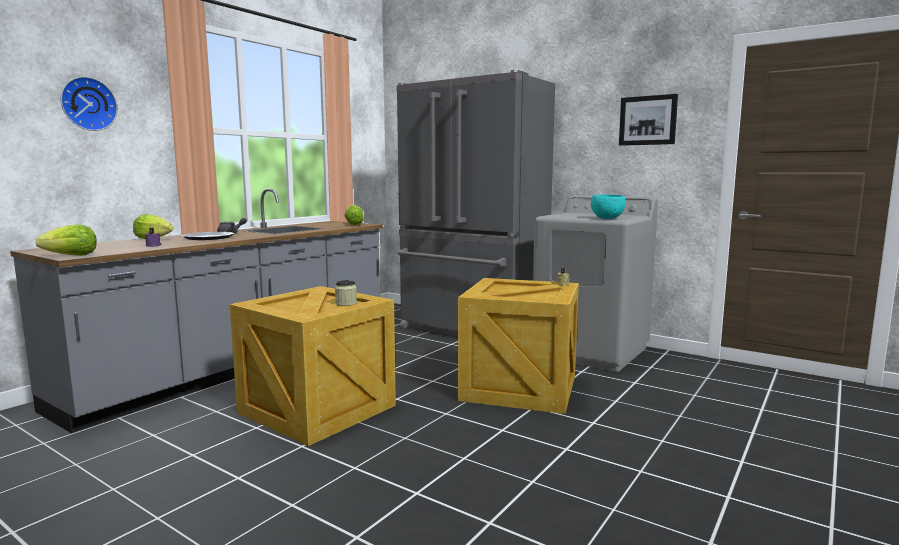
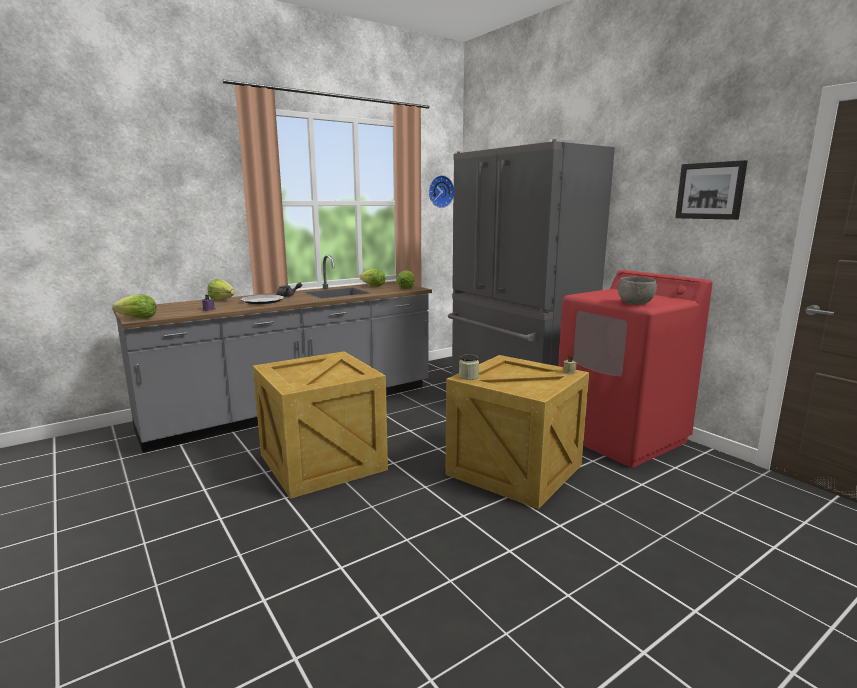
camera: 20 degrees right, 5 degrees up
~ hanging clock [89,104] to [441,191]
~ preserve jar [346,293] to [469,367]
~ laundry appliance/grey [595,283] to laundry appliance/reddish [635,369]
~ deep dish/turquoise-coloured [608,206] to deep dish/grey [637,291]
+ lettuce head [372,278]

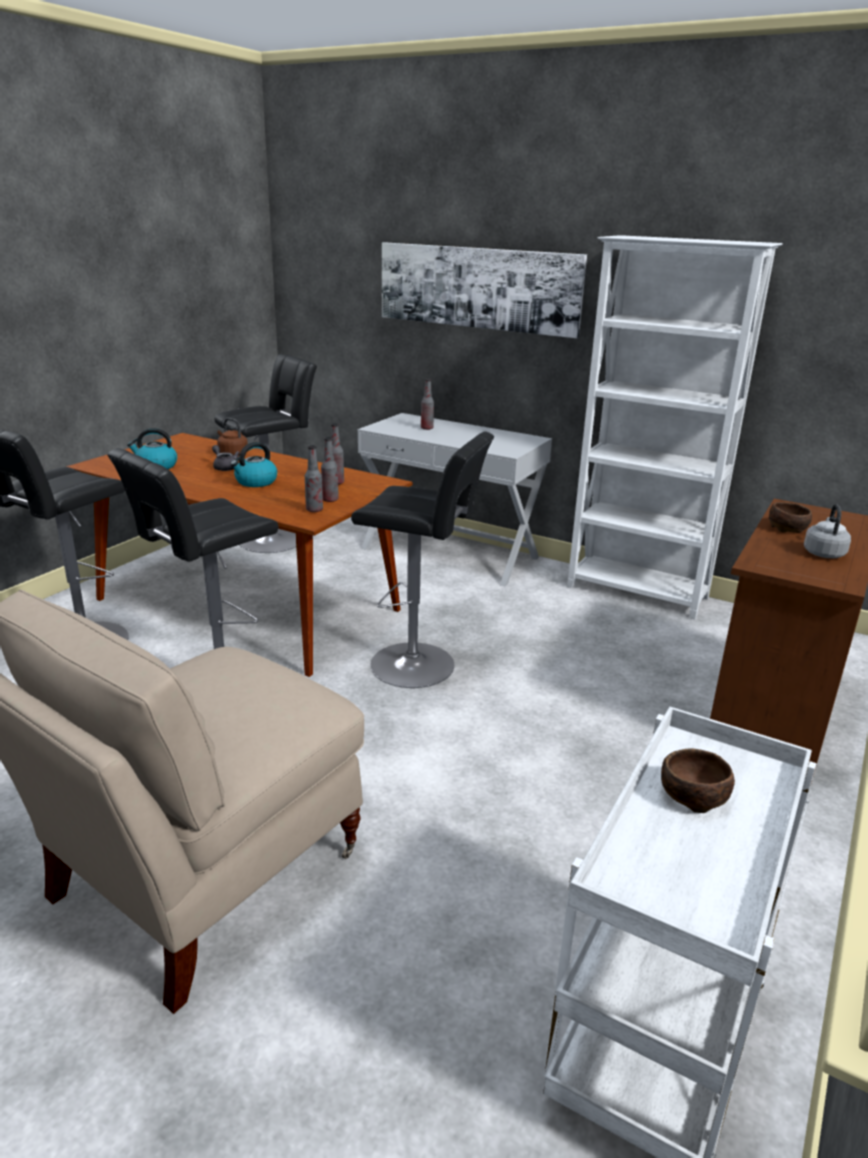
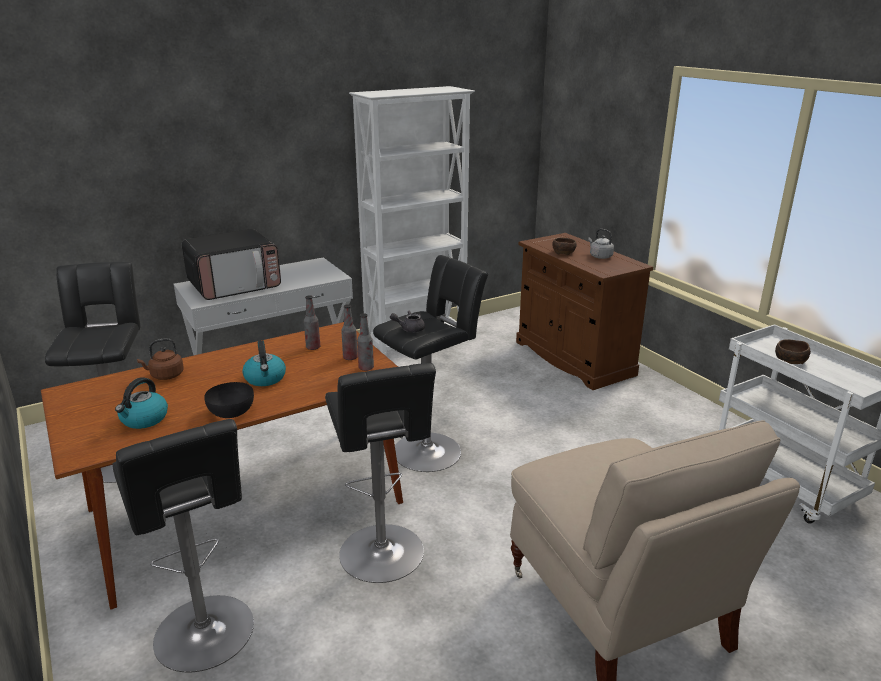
camera: 60 degrees left, 0 degrees up
~ teapot/grey [226,458] to [407,321]
- wall art [484,290]
~ beverage bottle [427,404] to kitchen microwave [231,264]
+ deep dish/black-coloured [229,400]

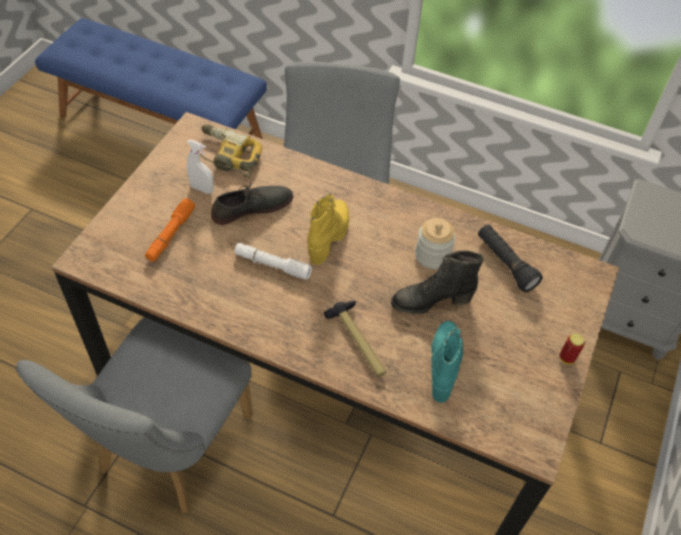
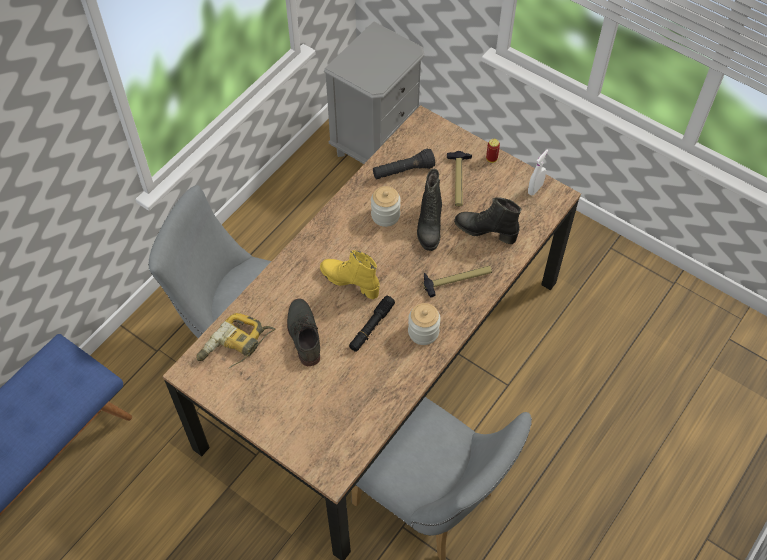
camera: 75 degrees left, 5 degrees up
- torch/orange-coloured [170,230]
~ sprayer/white [200,167] to [538,172]
~ torch/white [273,261] to torch/black-coloured [372,324]
~ high-top boot/turquoise-coloured [447,362] to high-top boot/black-coloured [487,220]
+ preserve jar [424,324]
+ tool hammer [459,178]

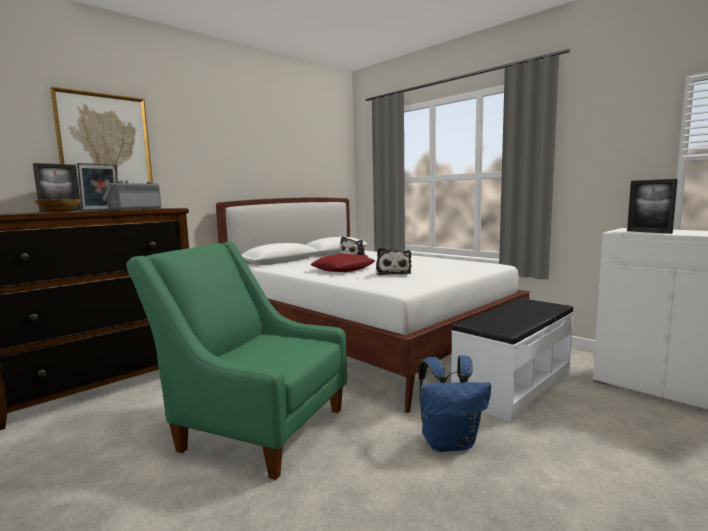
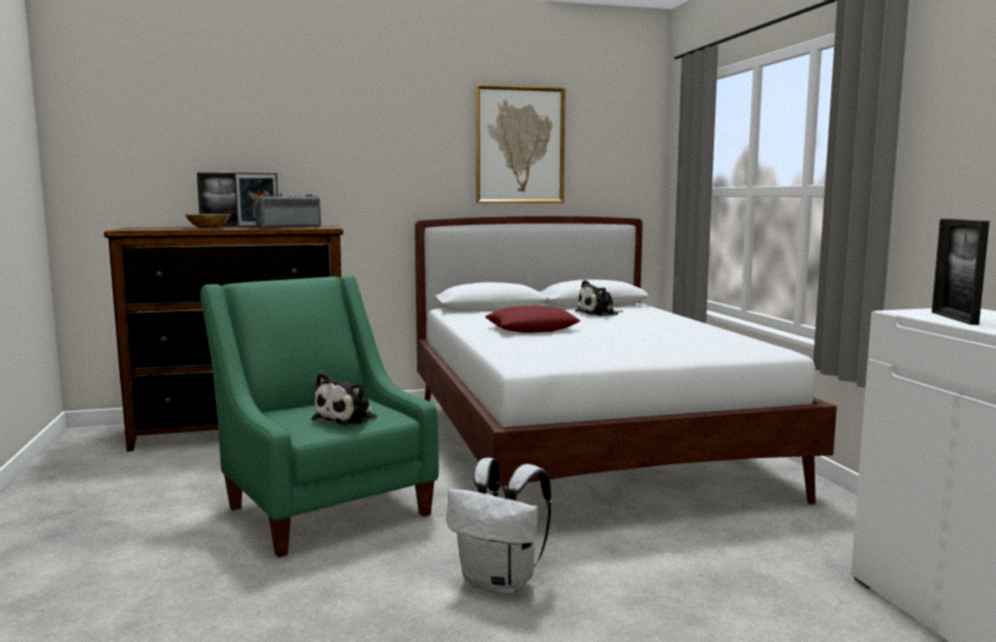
camera: 30 degrees right, 0 degrees up
~ wall art [101,140] to [520,144]
~ soft toy [394,261] to [344,399]
~ knapsack/blue [454,403] to knapsack/white [499,526]
- bench/white [512,360]

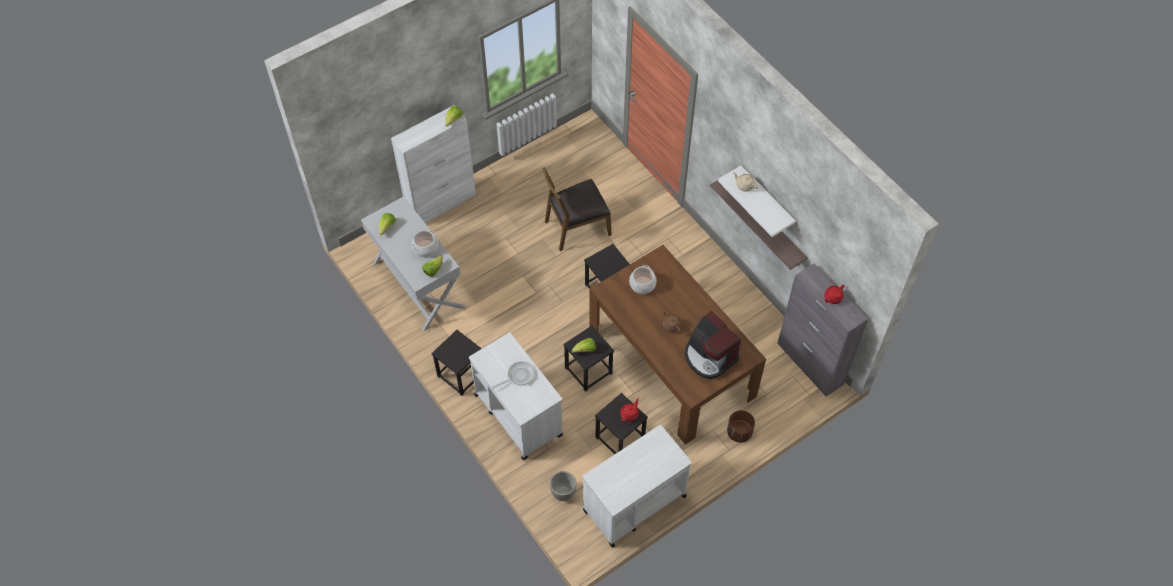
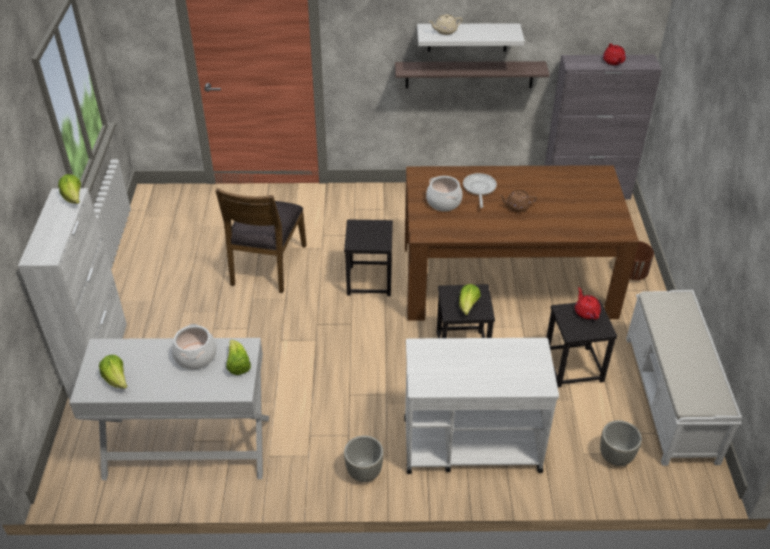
camera: 55 degrees left, 15 degrees down
~ stool seat/black-coloured [457,363] to plant pot/grey [364,458]
~ frying pan [513,375] to [480,190]
~ cart/white [637,486] to bench/white [684,378]
- coffee machine [713,345]

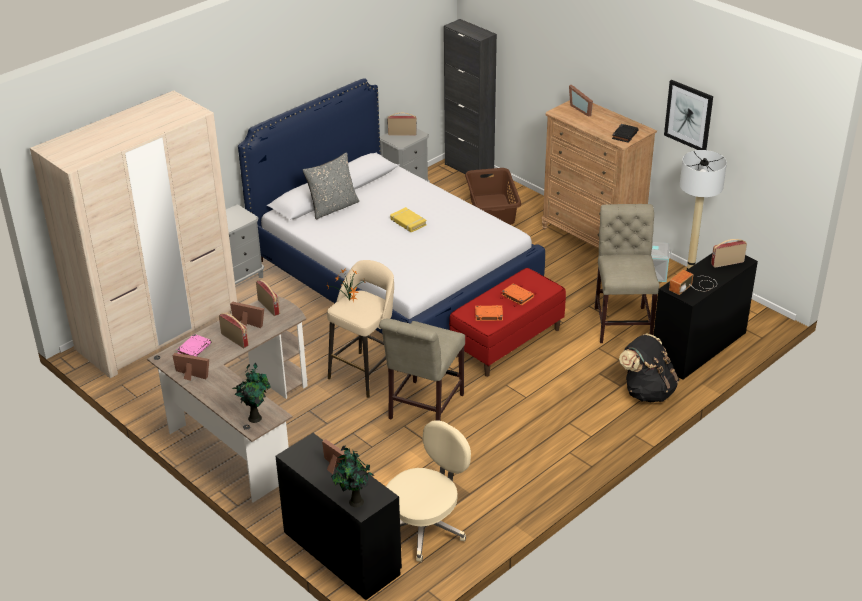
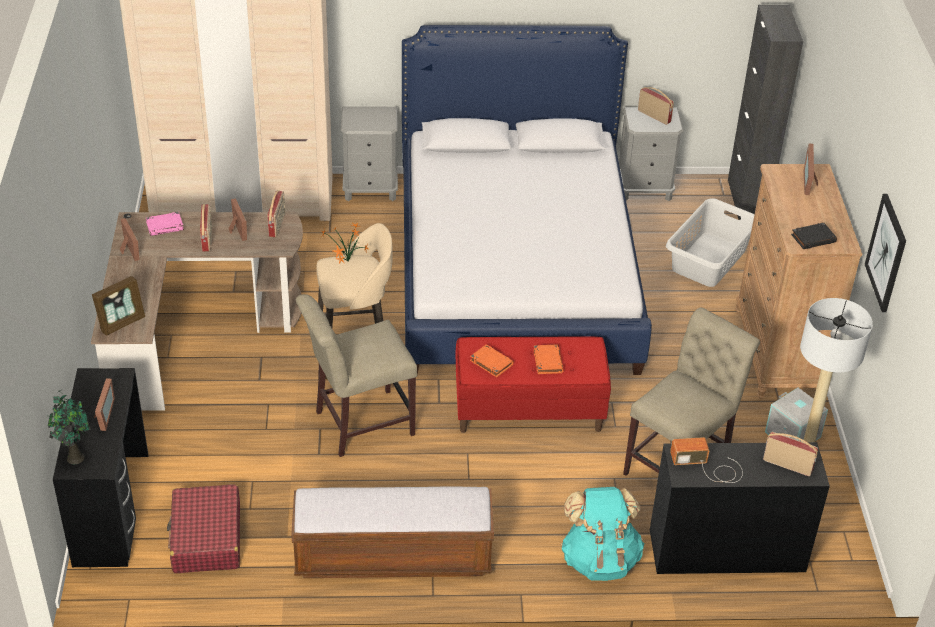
camera: 40 degrees right, 5 degrees up
~ plant in a pot [251,393] to picture frame [118,306]
- cushion/grey [331,186]
~ computer chair/beige-coloured [428,491] to travel case/reddish [203,528]
- volume/yellow-coloured [408,219]
~ washing basket/brownish [493,196] to washing basket/grey [710,242]
~ knapsack/black-coloured [649,367] to knapsack/turquoise-coloured [602,534]
+ bench [392,532]

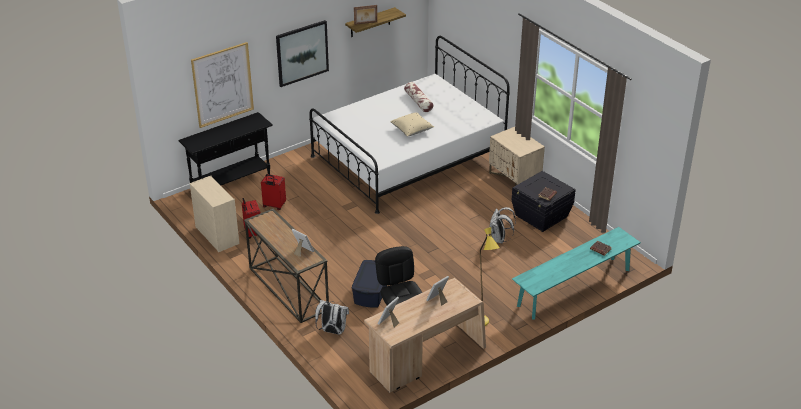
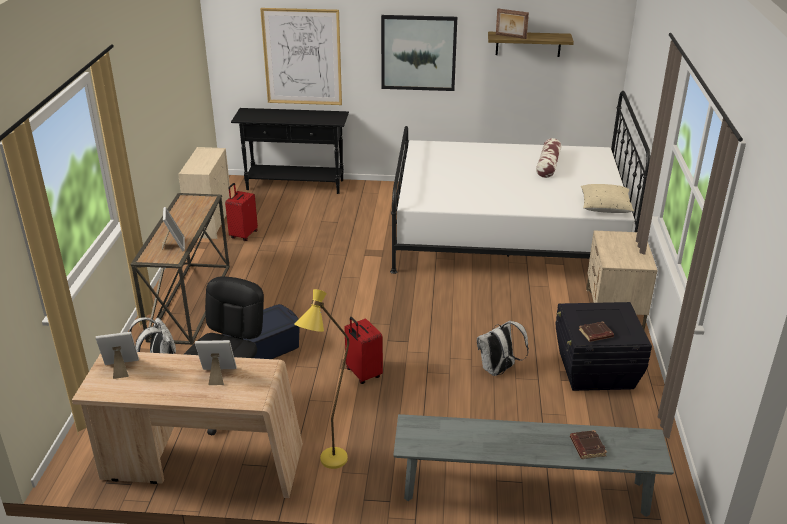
camera: 40 degrees right, 5 degrees down
~ travel case/reddish [273,192] to [363,350]
~ cushion/beige-coloured [412,124] to [607,198]
~ bench/turquoise-coloured [576,273] to bench/grey [533,465]

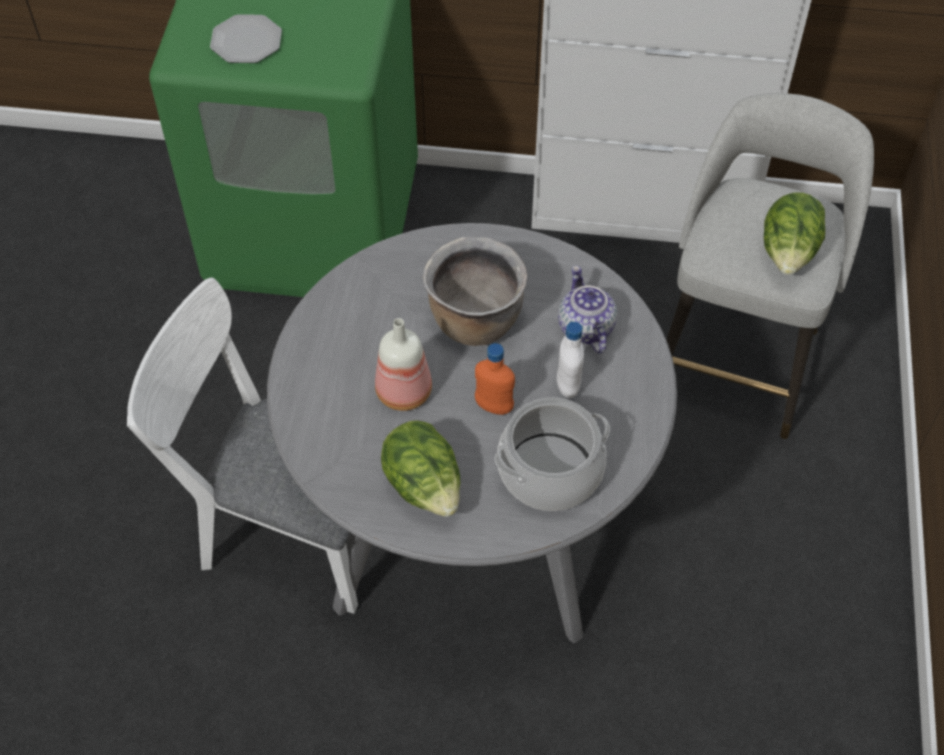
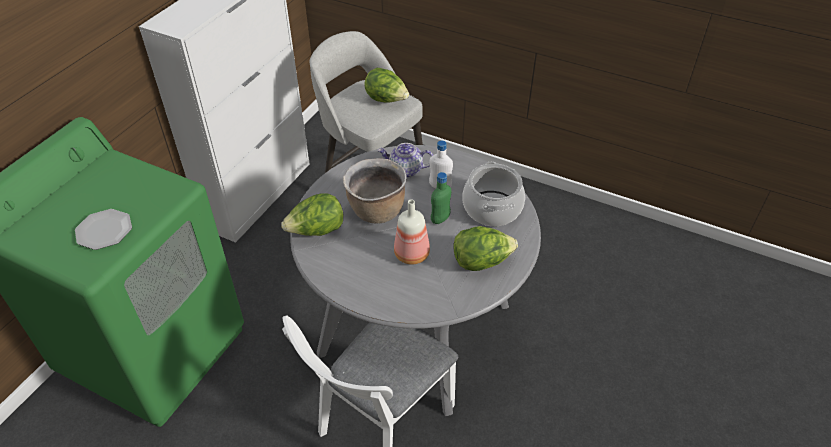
camera: 70 degrees left, 10 degrees down
~ beverage bottle/orange-coloured [495,379] to beverage bottle/greenish [441,198]
+ lettuce head [312,215]

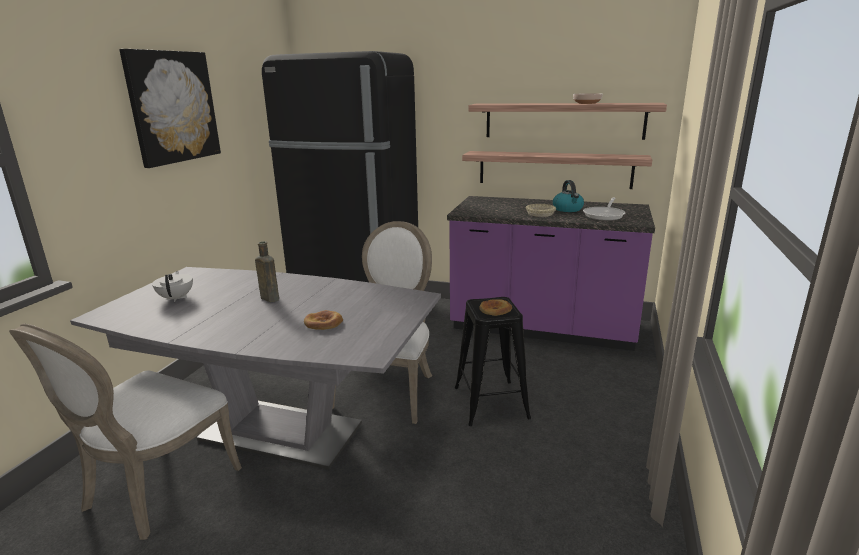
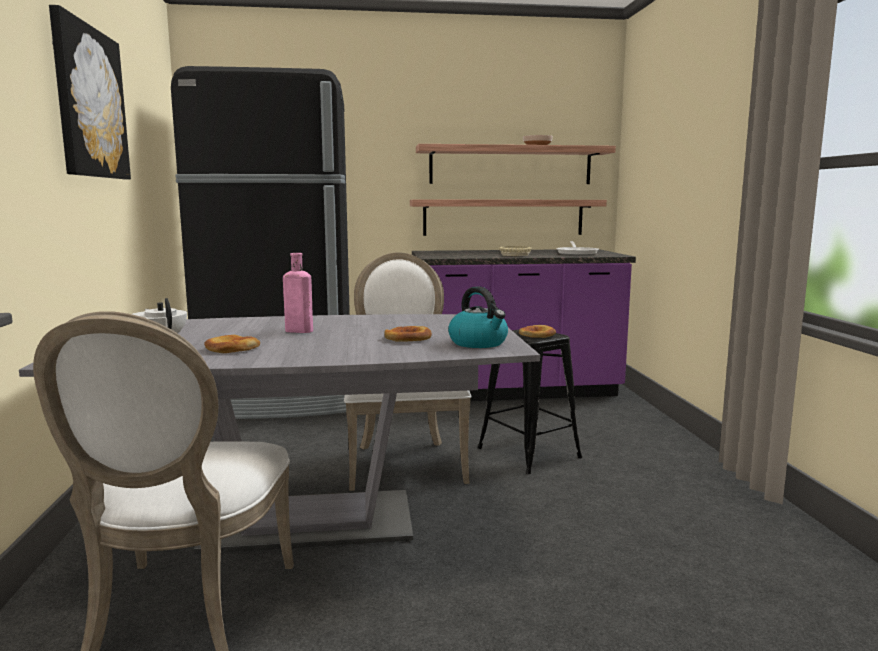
camera: 25 degrees left, 10 degrees down
~ beverage bottle/brownish [267,271] to beverage bottle/pinkish [298,293]
~ tea kettle [568,196] to [478,317]
+ bread [232,344]

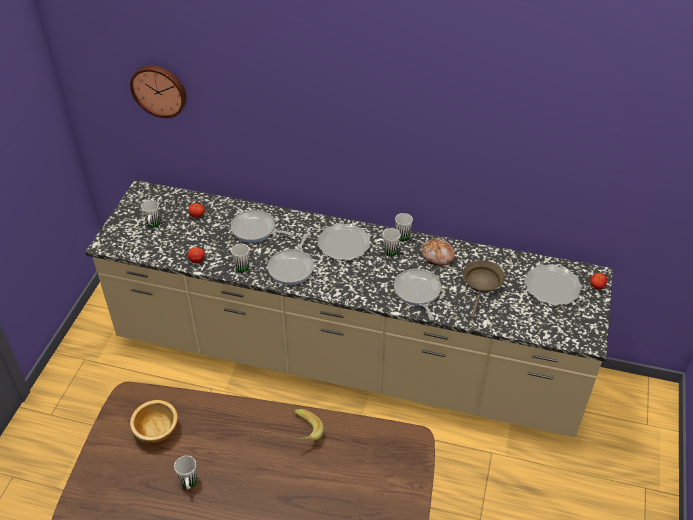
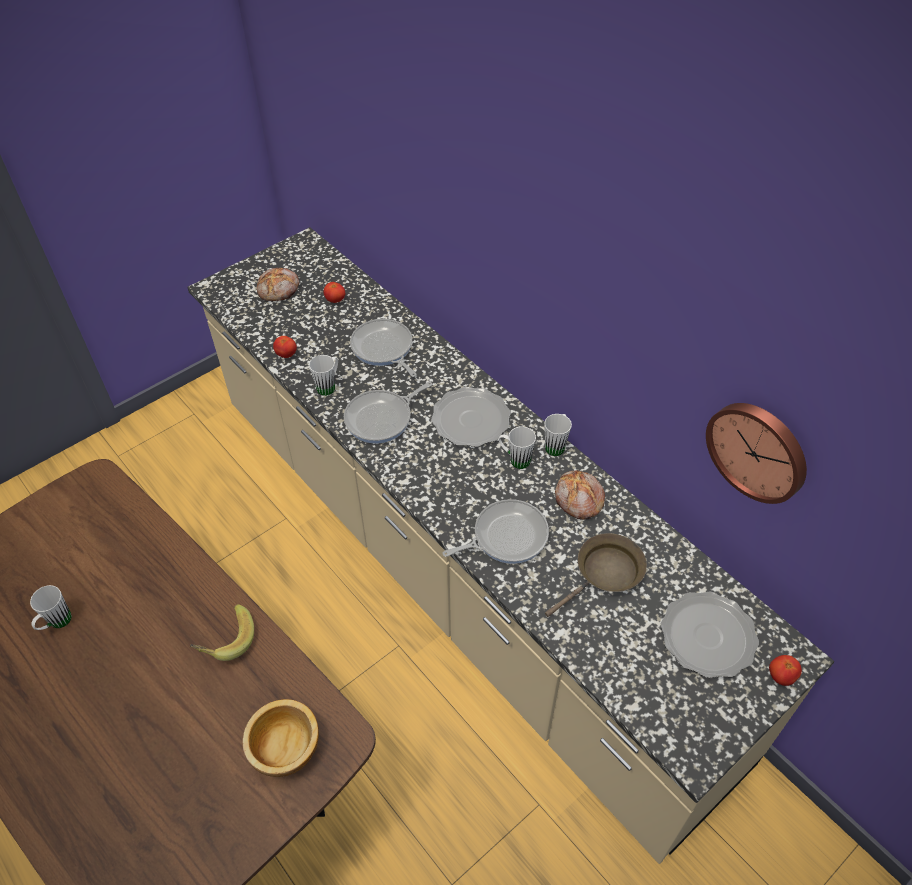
camera: 35 degrees right, 5 degrees up
~ hanging clock [158,91] to [756,453]
~ deep dish [154,423] to [280,738]
~ tea mug/white [150,214] to bread [278,284]
~ frying pan [417,294] = [495,531] 45 degrees clockwise

